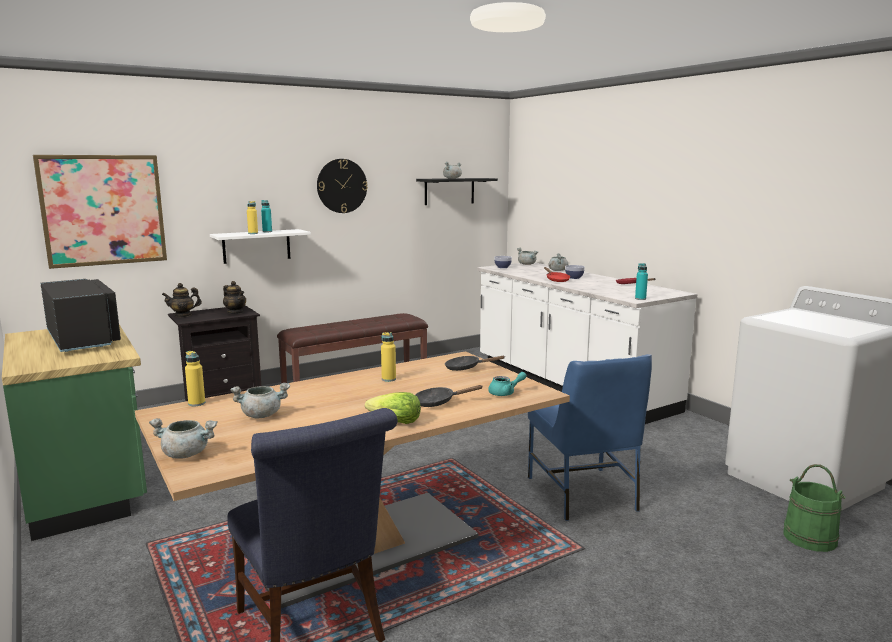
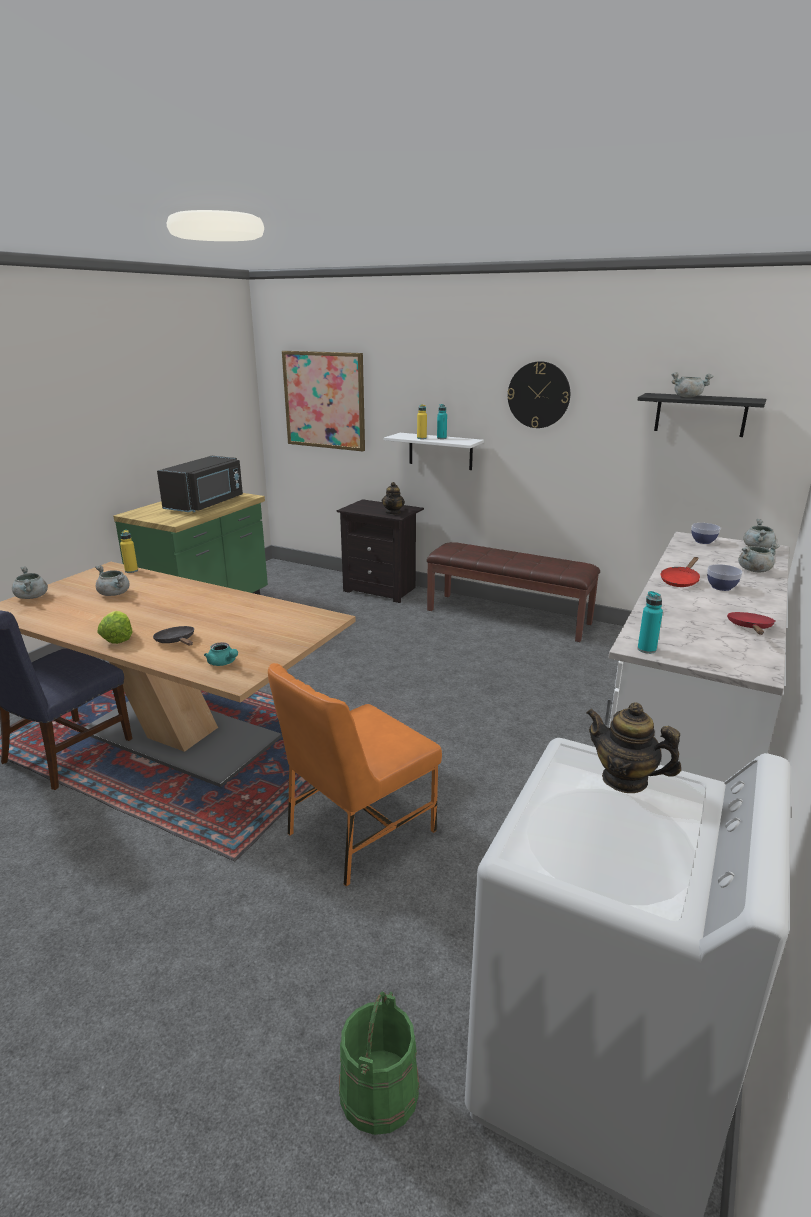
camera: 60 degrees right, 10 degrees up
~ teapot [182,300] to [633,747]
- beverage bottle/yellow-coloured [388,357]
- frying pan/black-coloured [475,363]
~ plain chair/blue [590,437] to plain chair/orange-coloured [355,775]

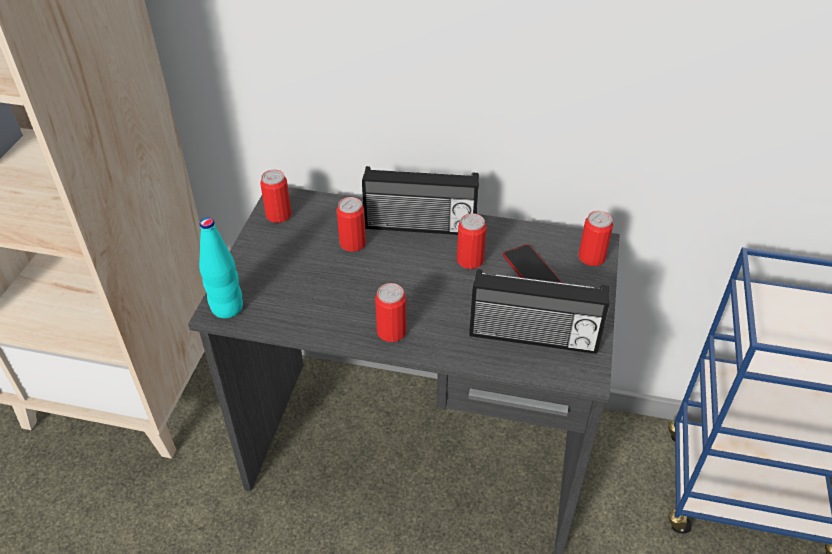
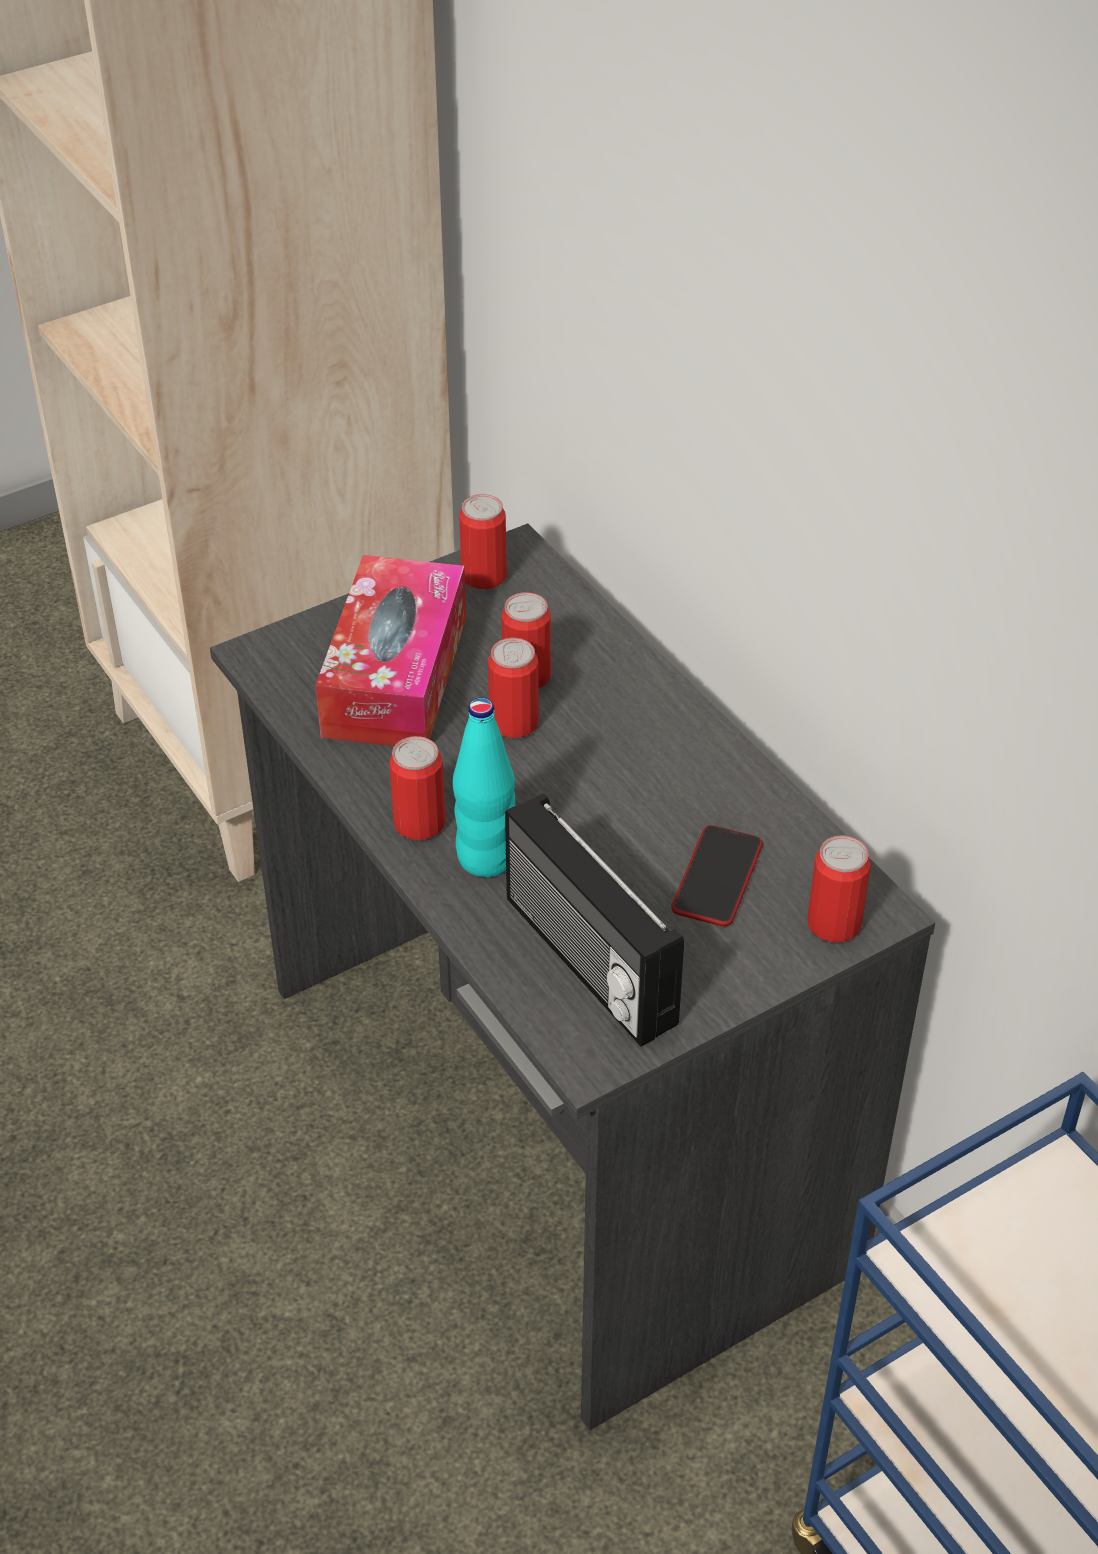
camera: 45 degrees right, 0 degrees up
~ beverage bottle/turquoise-coloured [221,267] to [484,787]
- radio set [420,200]
~ can [472,241] to [513,688]
+ tissue holder [390,650]

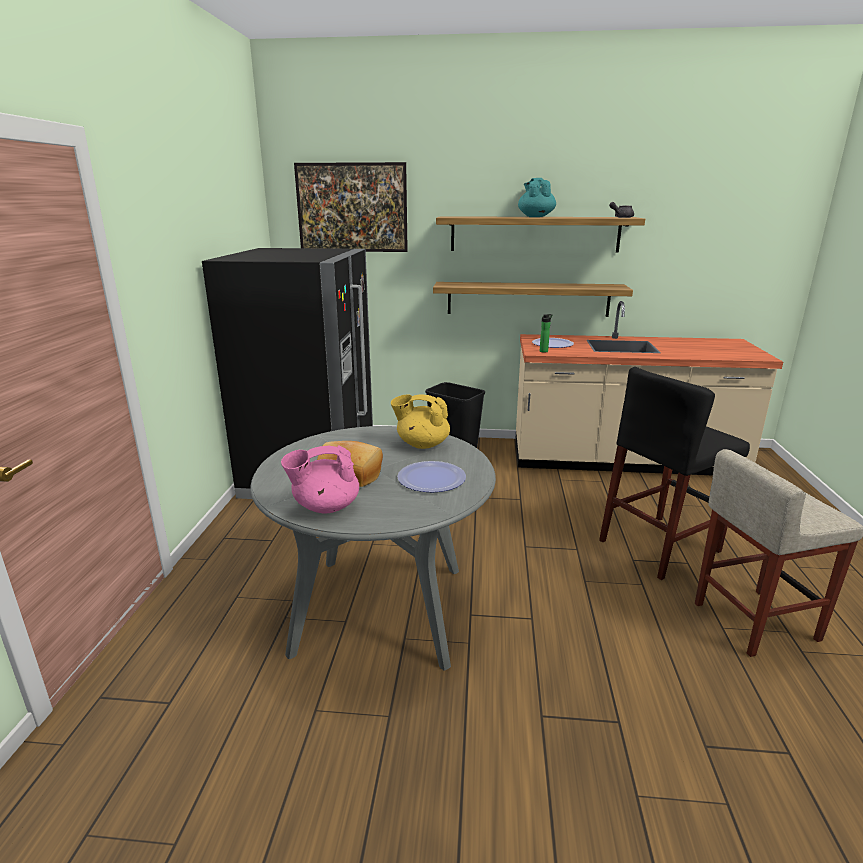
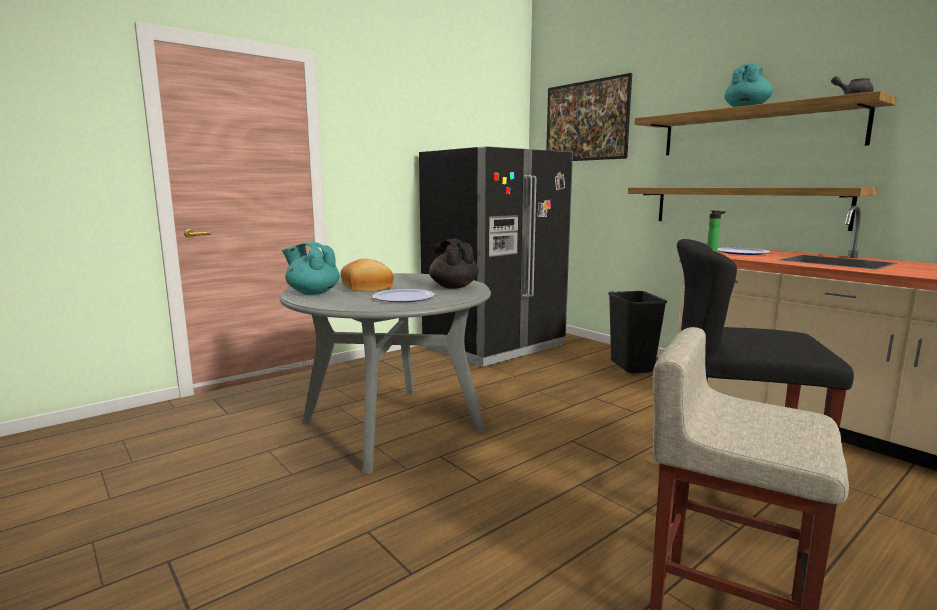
camera: 45 degrees right, 10 degrees down
~ teapot/pinkish [320,479] to teapot/turquoise-coloured [311,268]
~ teapot/yellow-coloured [420,421] to teapot/black-coloured [454,264]

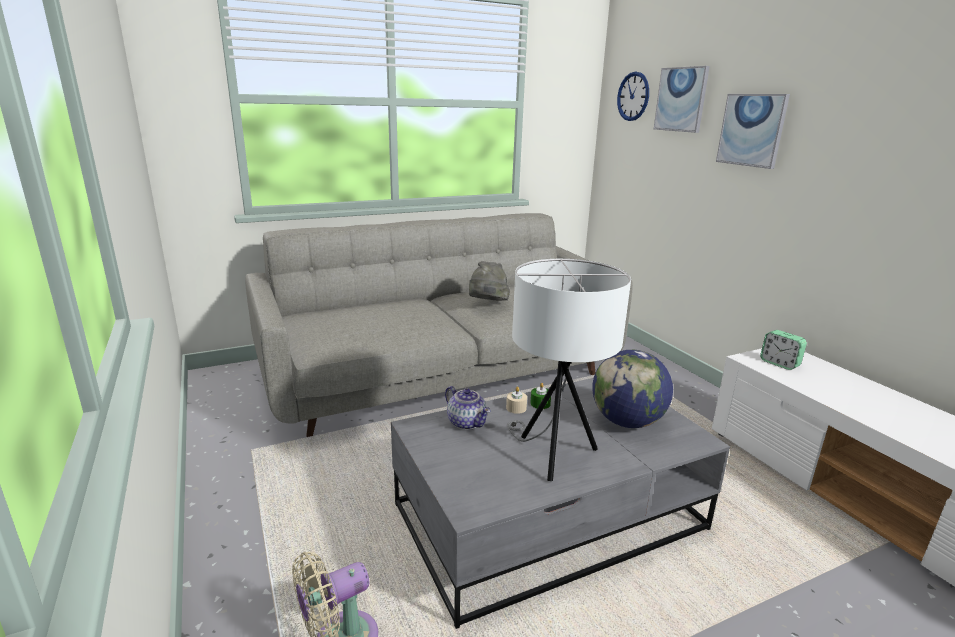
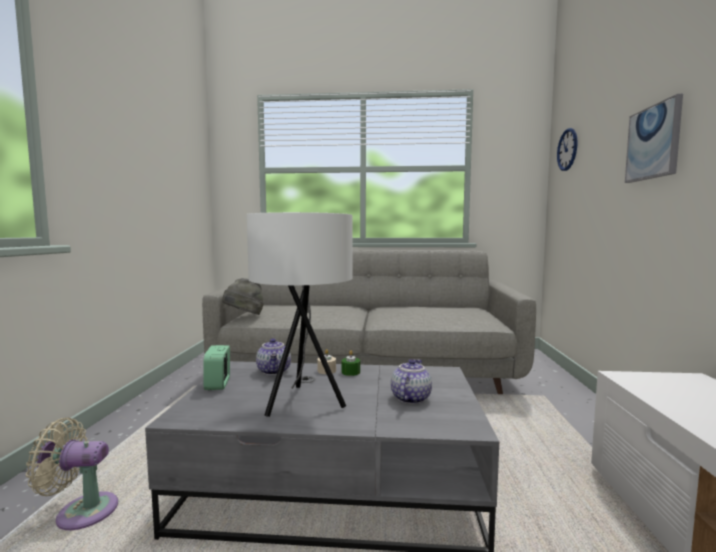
camera: 30 degrees right, 15 degrees down
~ hat/grey [489,281] to [243,296]
~ desk globe [632,389] to teapot [411,381]
- wall art [682,99]
~ alarm clock [783,350] to [217,367]

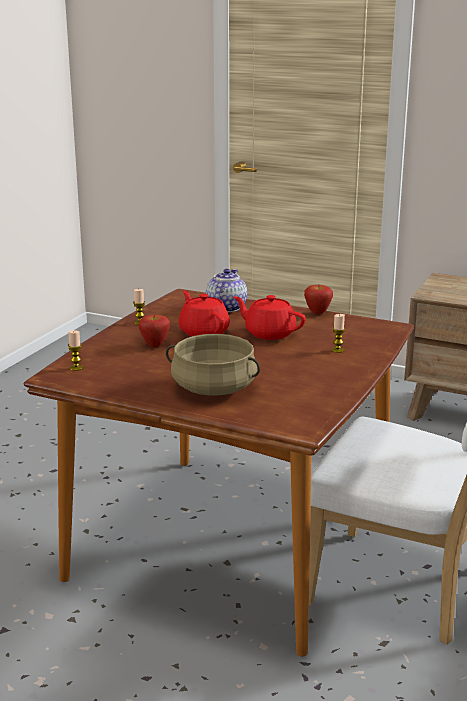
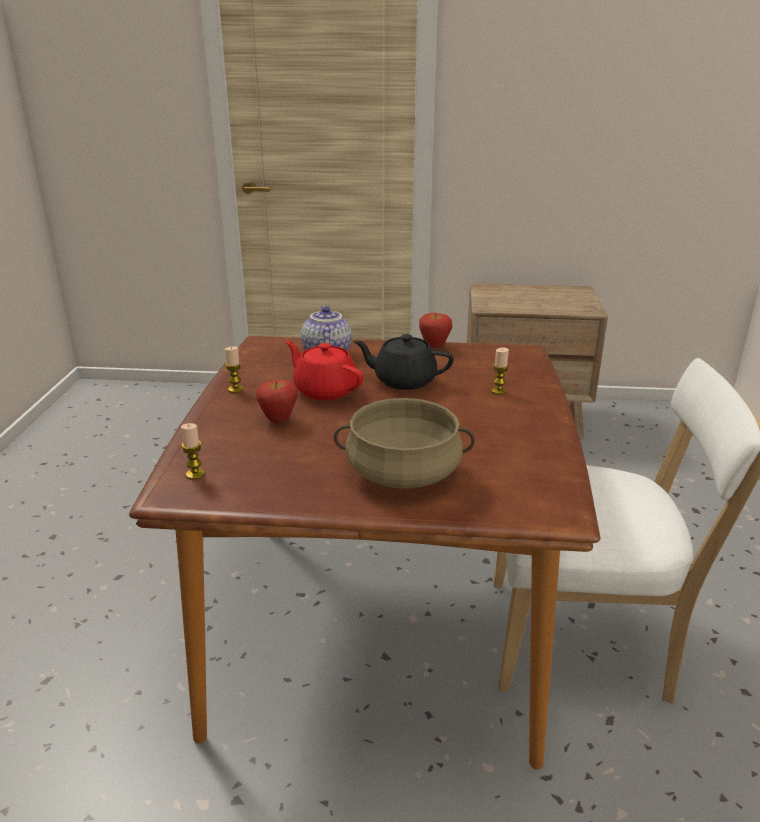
camera: 20 degrees left, 5 degrees up
~ teapot/reddish [269,317] to teapot/black-coloured [403,362]

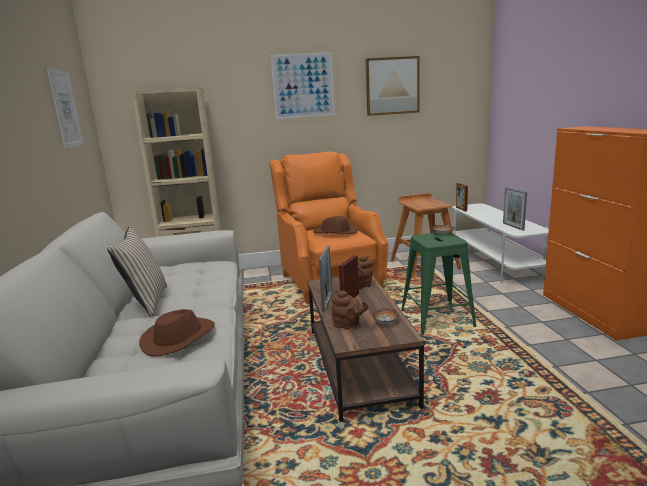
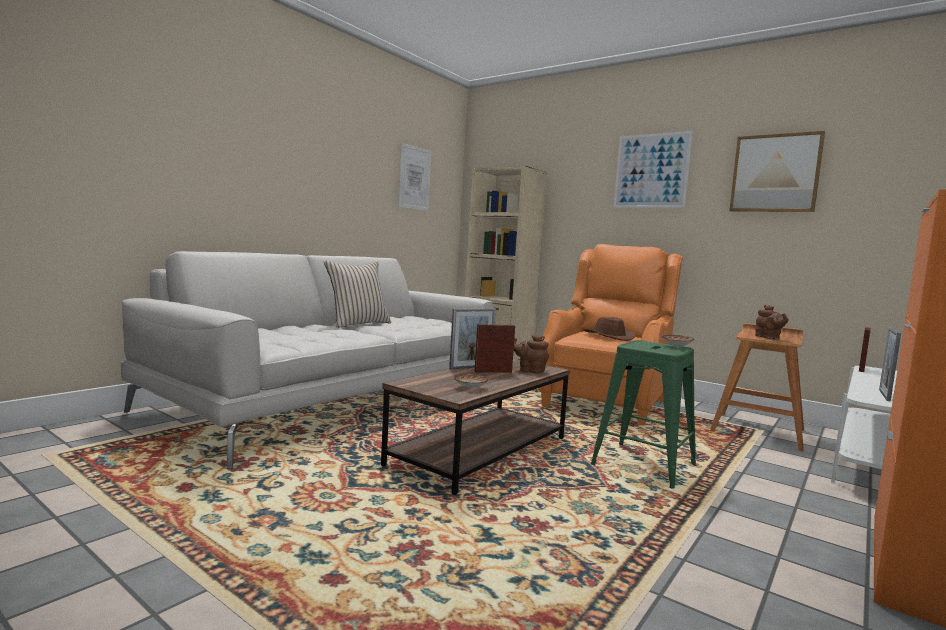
camera: 45 degrees right, 10 degrees down
- hat/brownish [177,333]
~ teapot/brownish [350,310] to [772,322]

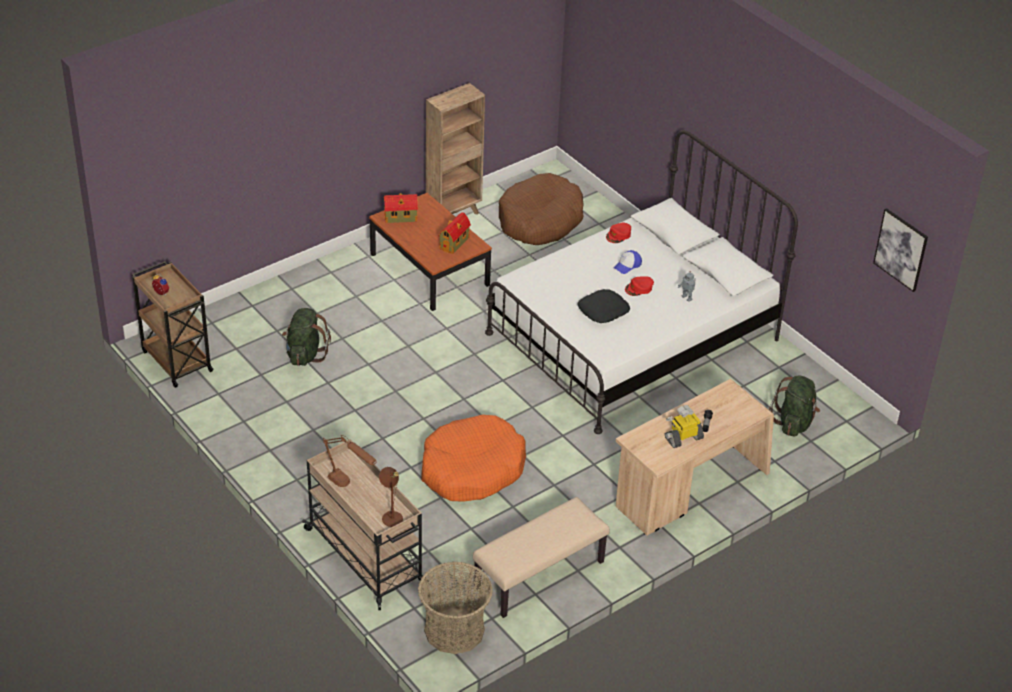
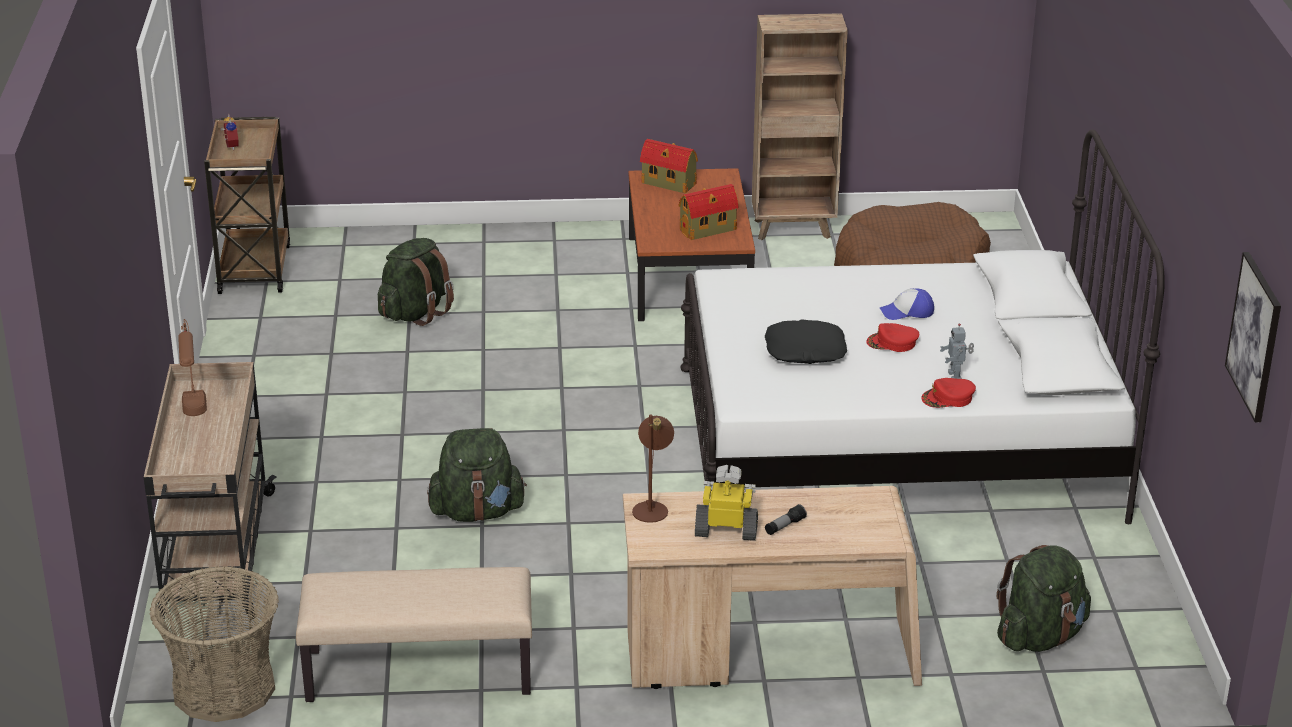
camera: 35 degrees right, 10 degrees down
~ lamp for a table/brownish [391,497] to [653,469]
~ pet bed/orange-coloured [473,458] to knapsack/greenish [477,475]
~ cap/reddish [618,233] to [948,393]

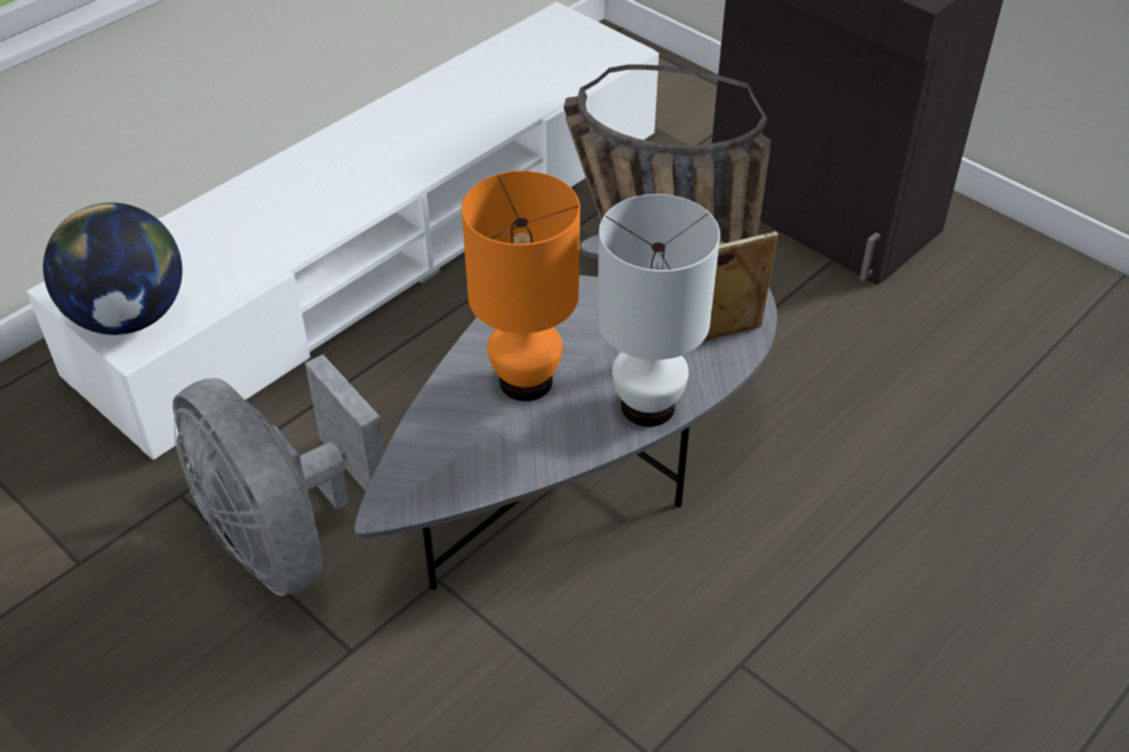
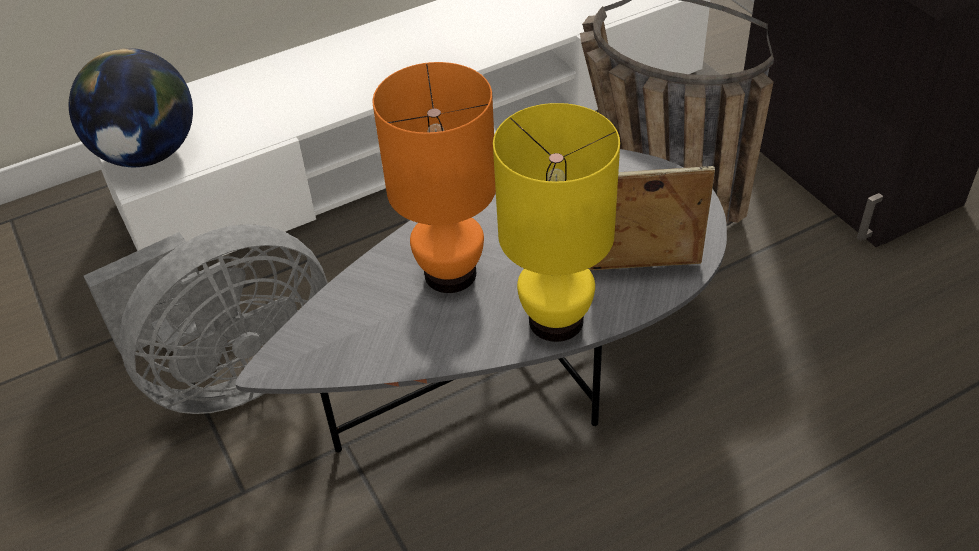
camera: 20 degrees right, 0 degrees up
~ cooling fan/grey [279,475] = [206,319] 105 degrees counterclockwise
~ lamp for a table/white [658,310] to lamp for a table/yellow-coloured [556,222]

